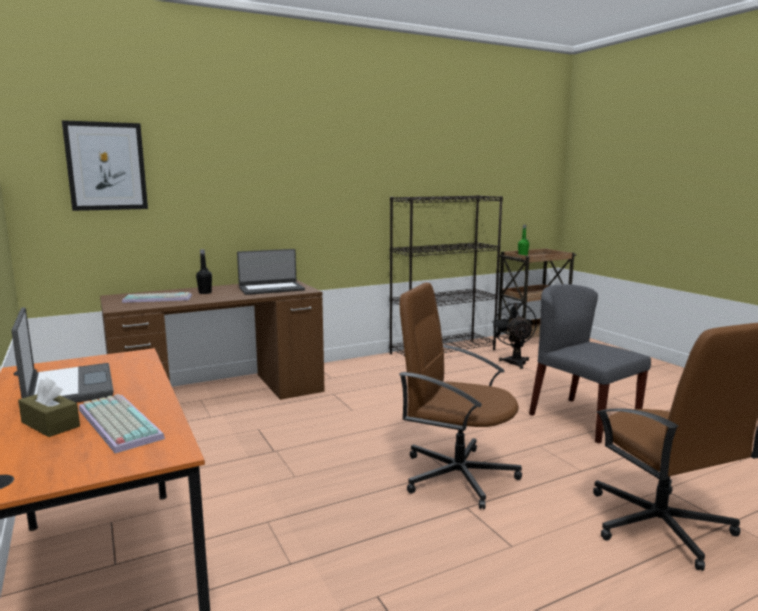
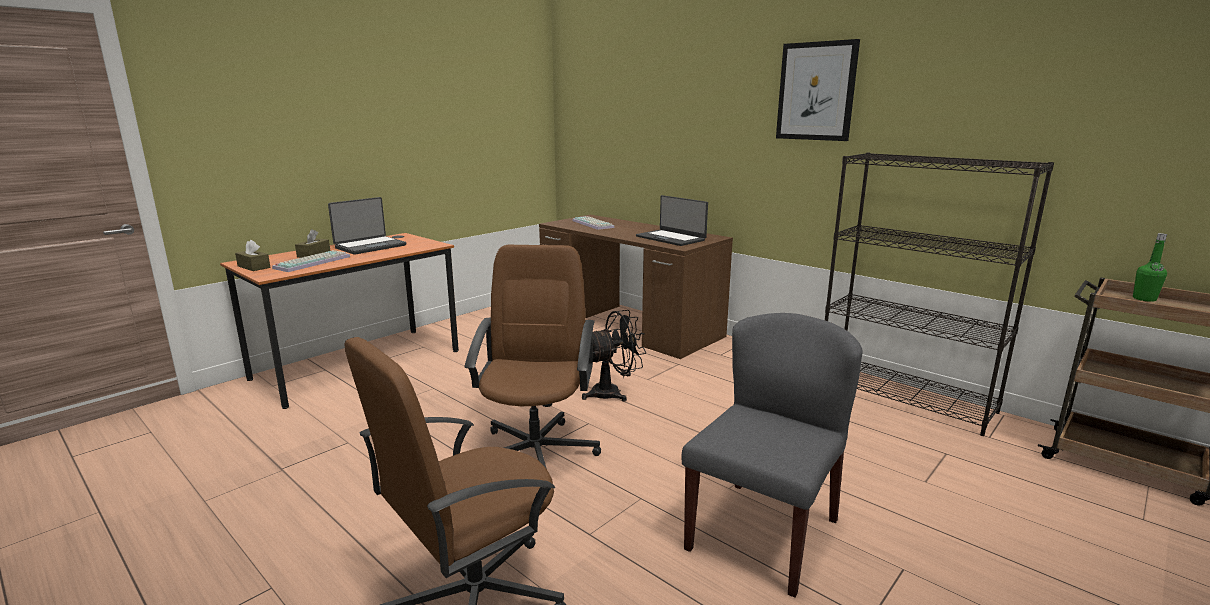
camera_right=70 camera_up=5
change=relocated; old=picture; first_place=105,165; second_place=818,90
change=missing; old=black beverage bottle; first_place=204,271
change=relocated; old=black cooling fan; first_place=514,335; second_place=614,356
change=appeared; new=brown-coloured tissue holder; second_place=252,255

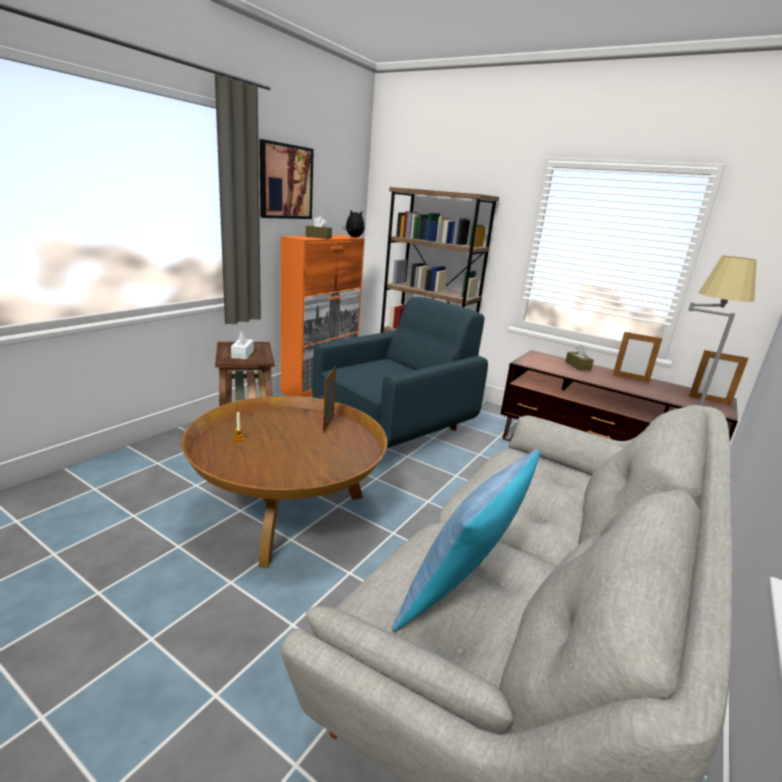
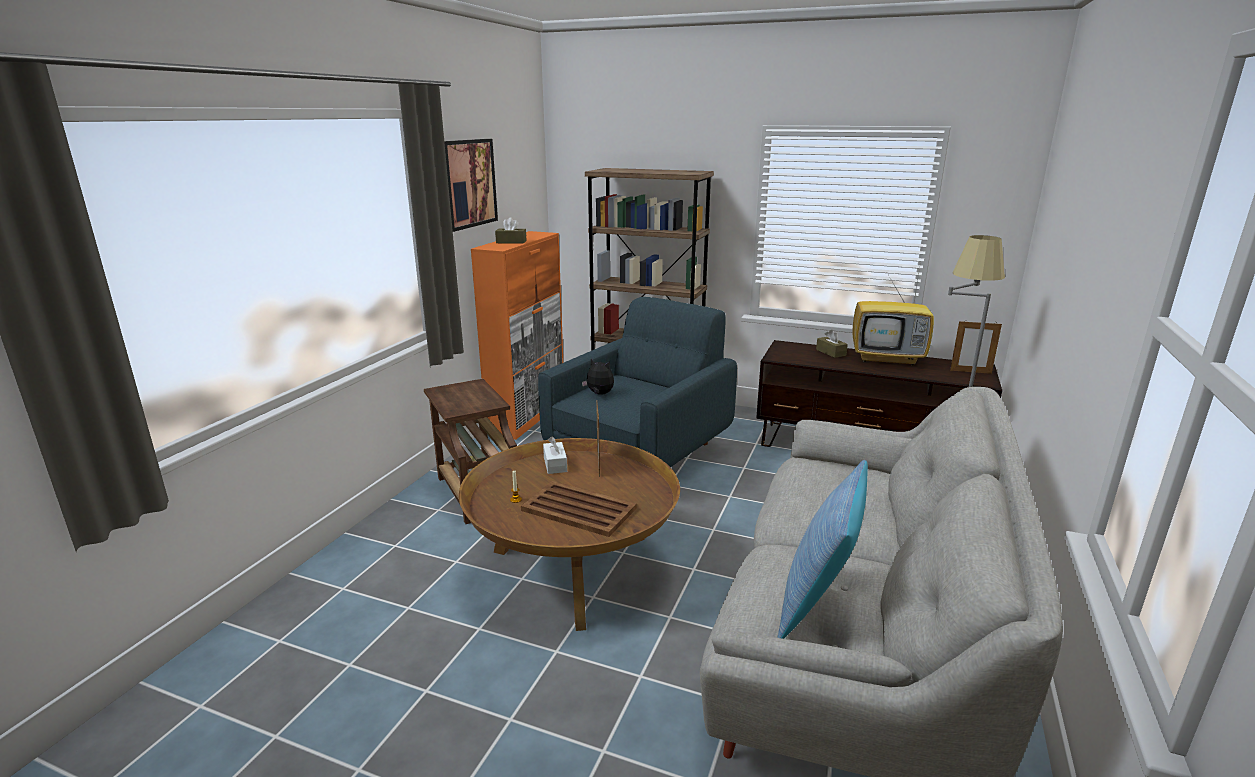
camera_right=-10 camera_up=0
change=relocated; old=soft toy; first_place=353,223; second_place=598,377
change=relocated; old=whitish tissue holder; first_place=242,345; second_place=555,455
change=exchanged; old=standing frame; new=television; first_place=637,357; second_place=893,317
change=appeared; new=brown-coloured serving tray; second_place=579,509

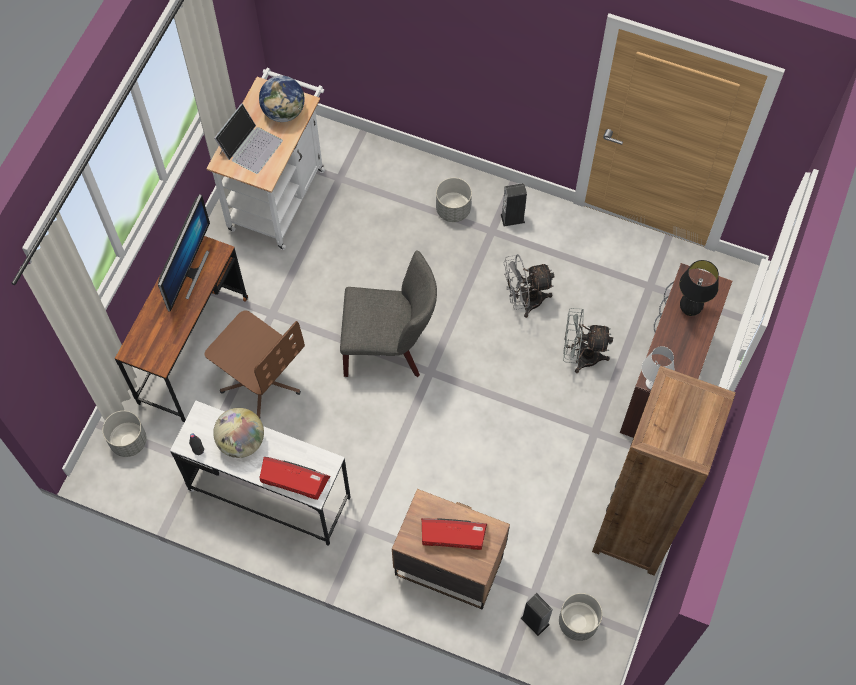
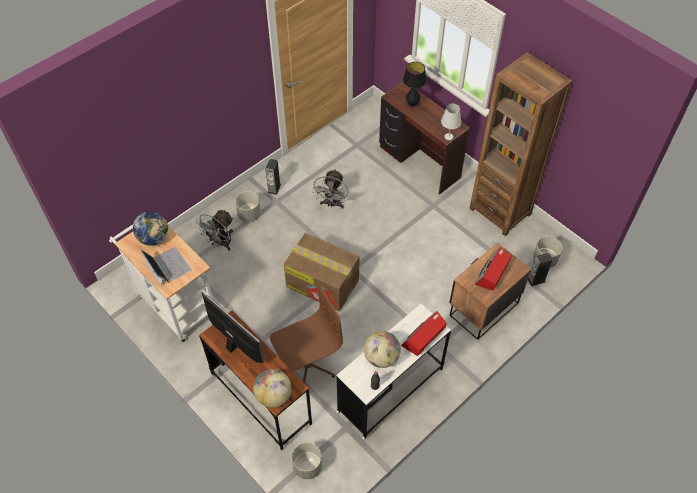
camera_right=-65 camera_up=-10
change=exchanged; old=gray plain chair; new=cardboard box; first_place=388,313; second_place=322,272
change=relocated; old=gray cooling fan; first_place=588,340; second_place=214,230
change=appeared; new=desk globe; second_place=272,388

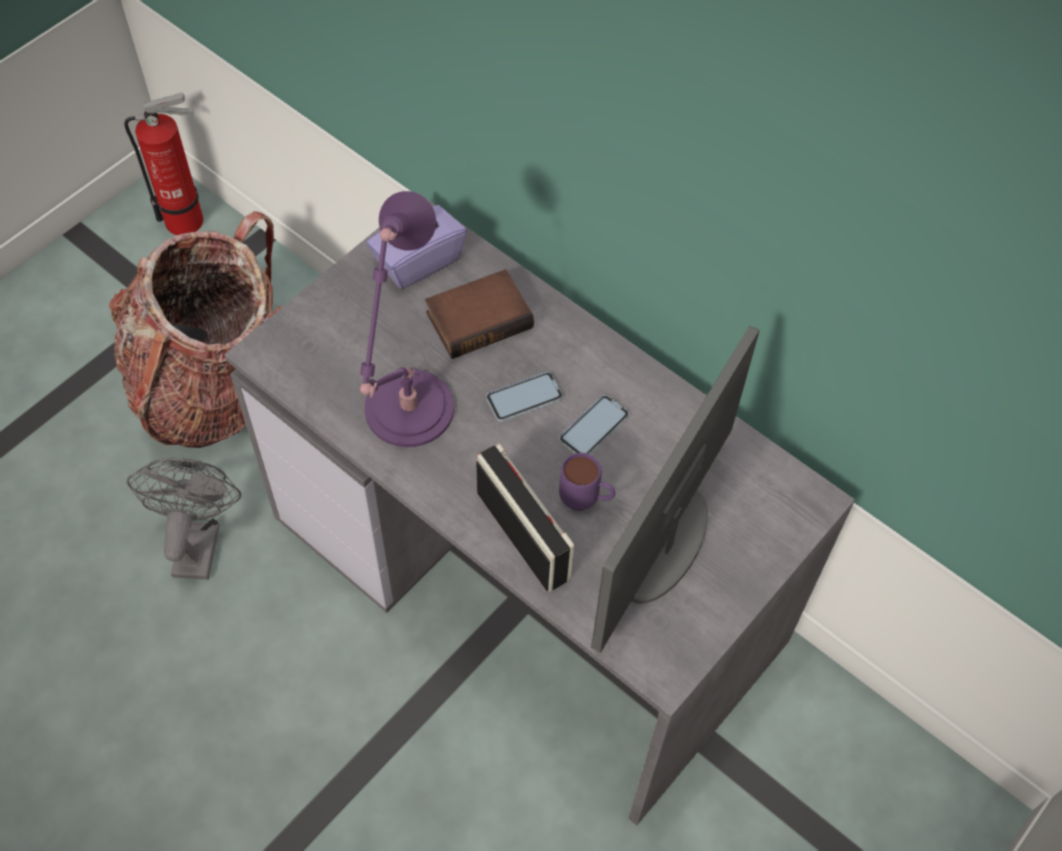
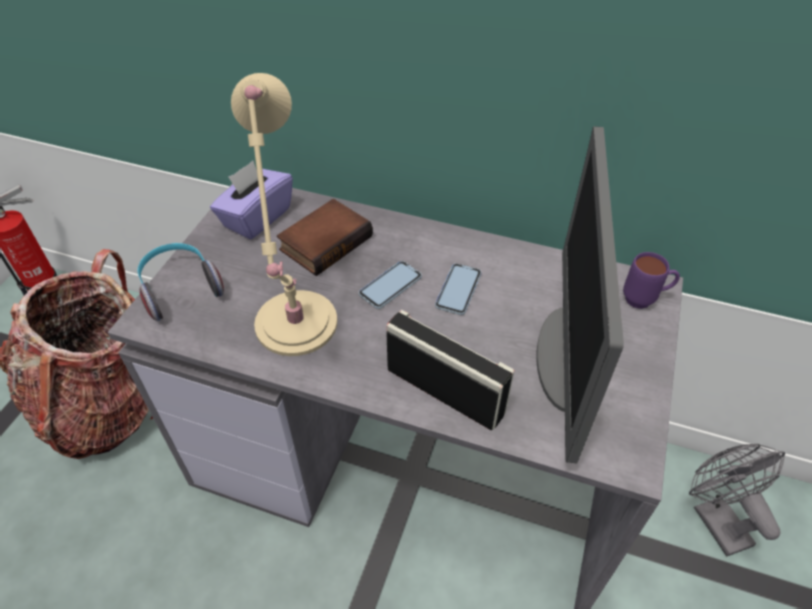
camera_right=-20 camera_up=-10
change=colour; old=purple tabletop lamp; new=sand-coloured tabletop lamp; first_place=407,319; second_place=284,214
change=relocated; old=purple mug; first_place=587,482; second_place=651,280
change=relocated; old=gray cooling fan; first_place=184,519; second_place=737,500
change=appeared; new=headphones; second_place=180,282

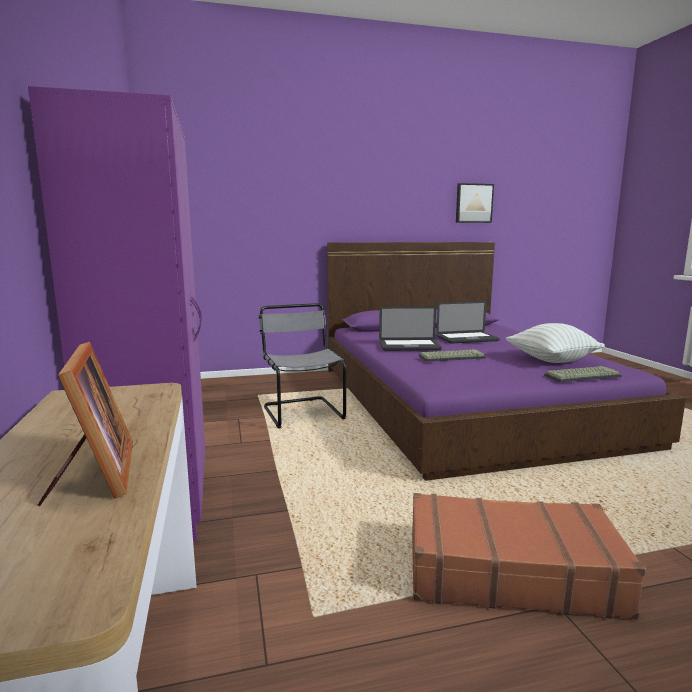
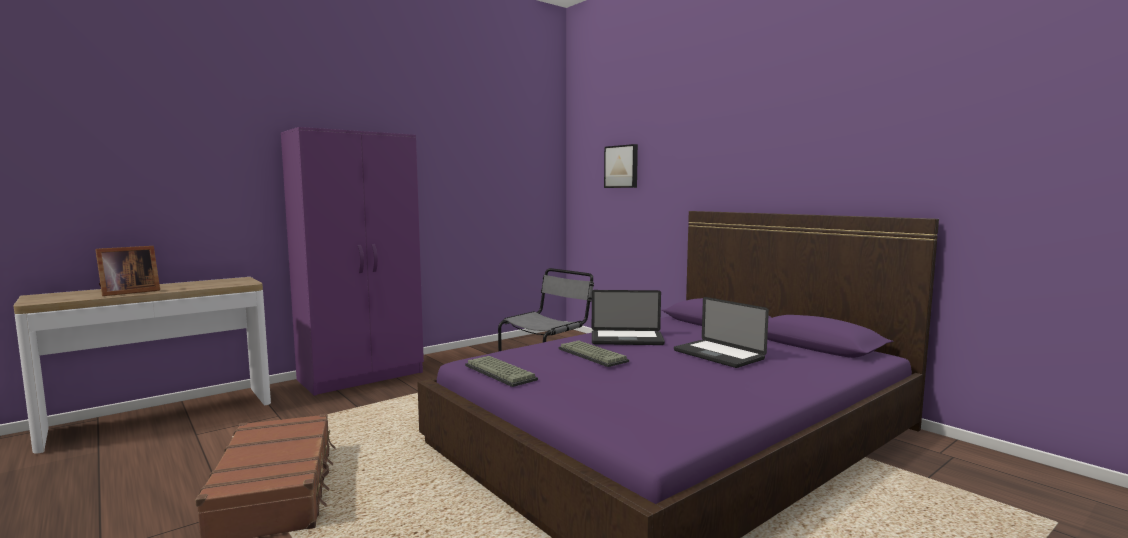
camera_right=65 camera_up=-5
change=relocated; old=picture; first_place=475,203; second_place=621,166
change=spun; old=laptop; first_place=410,329; second_place=628,317; degrees=-60
change=missing; old=pillow; first_place=555,343
change=relocated; old=PC keyboard; first_place=583,374; second_place=501,371

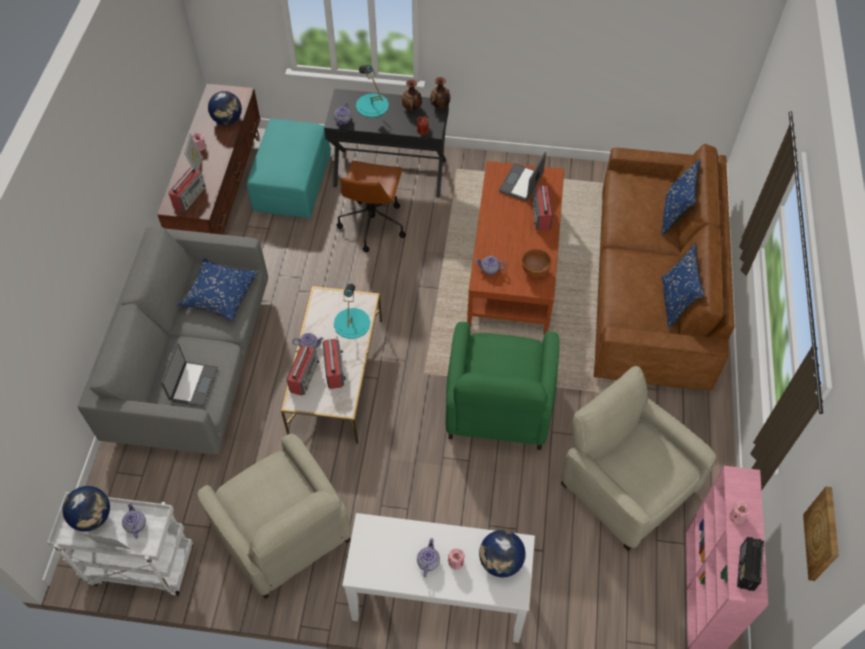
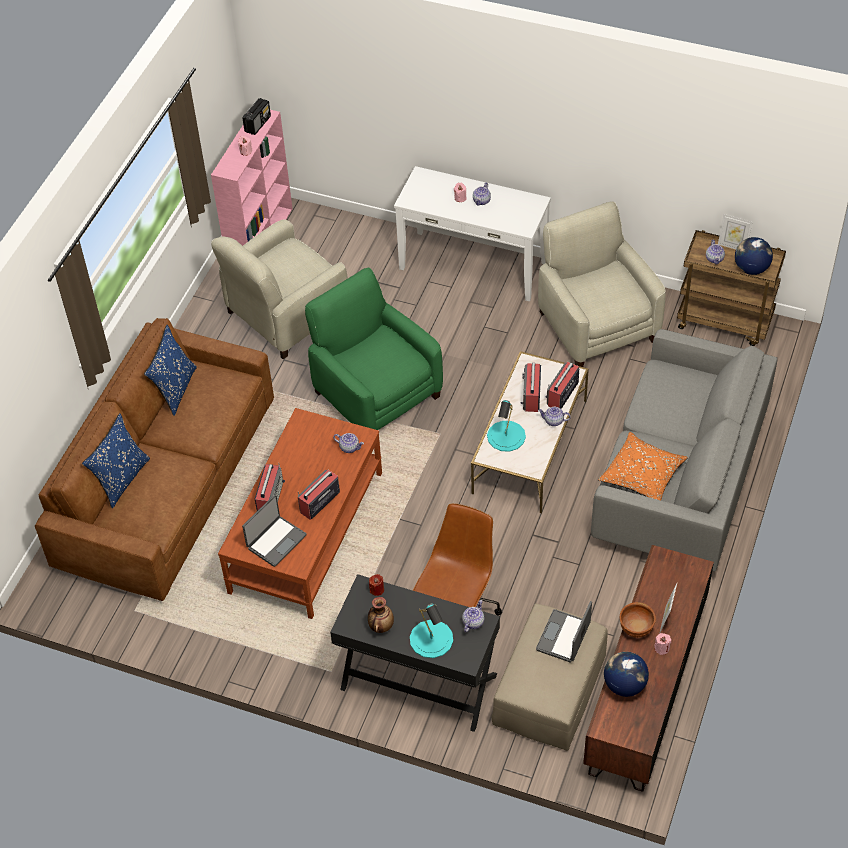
camera_right=-165 camera_up=-5
change=missing; old=vase; first_place=440,92
change=colour; old=blue-green pouffe; new=sand-coloured pouffe; first_place=289,168; second_place=549,677
change=relocated; old=radio receiver; first_place=187,189; second_place=319,495
change=relocated; old=brown-coloured bowl; first_place=537,263; second_place=638,620
change=colour; old=bluish pillow; new=orange pillow; first_place=218,290; second_place=643,466
change=spun; old=greenish armchair; first_place=503,386; second_place=374,348; degrees=-60
change=relocated; old=laptop; first_place=189,375; second_place=564,631
change=spun; old=sand-coloured armchair; first_place=638,458; second_place=279,289; degrees=75
change=missing; old=picture; first_place=821,534
change=colour; old=whitish cart; new=brown-coloured cart; first_place=120,544; second_place=731,288
change=missing; old=desk globe; first_place=502,553

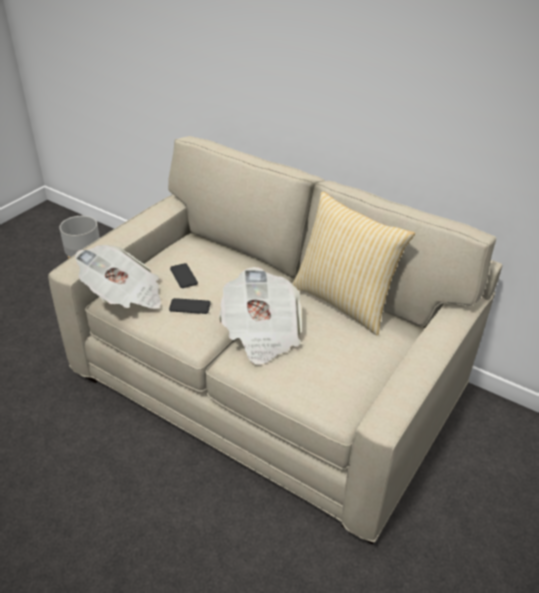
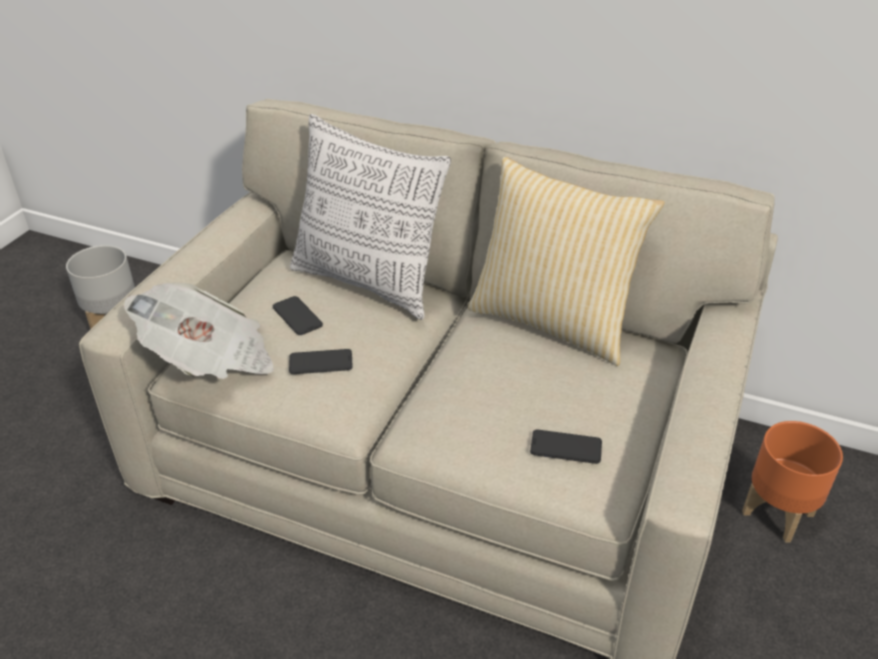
camera_right=-10 camera_up=0
change=missing; old=printed paper; first_place=260,316
change=appeared; new=pillow; second_place=370,217
change=appeared; new=orange planter; second_place=792,482
change=appeared; new=phone; second_place=566,446

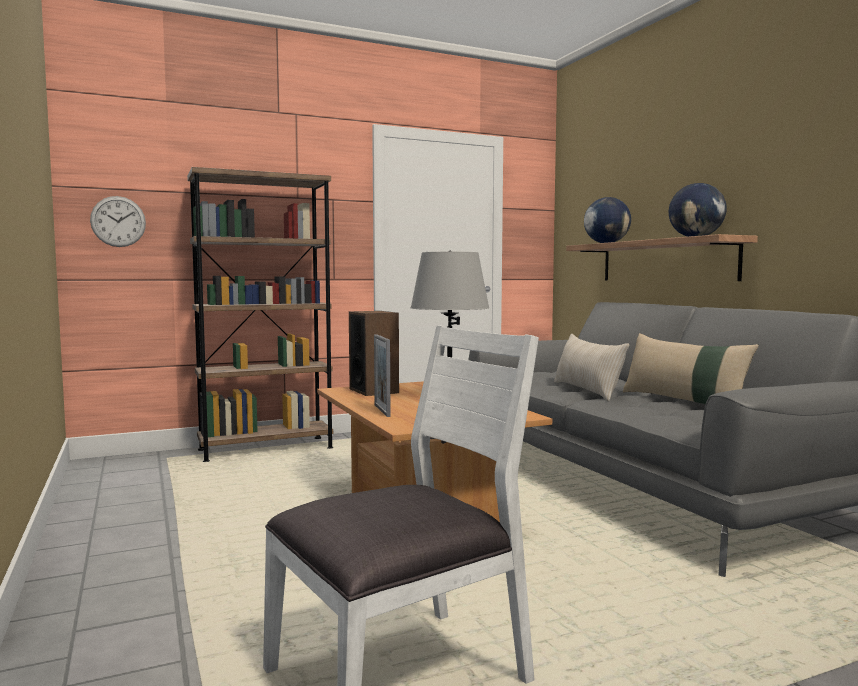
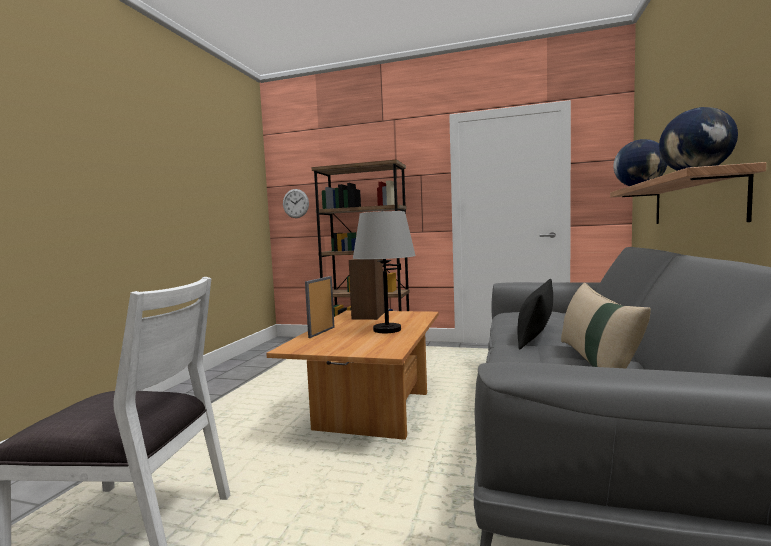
camera_right=40 camera_up=0
change=colour; old=sand-coloured pillow; new=black pillow; first_place=591,367; second_place=535,314

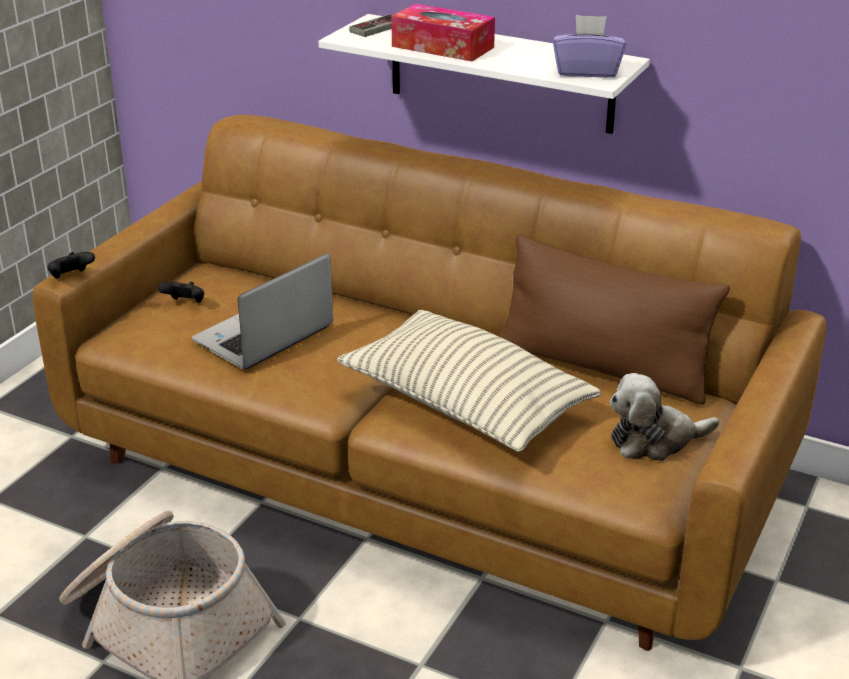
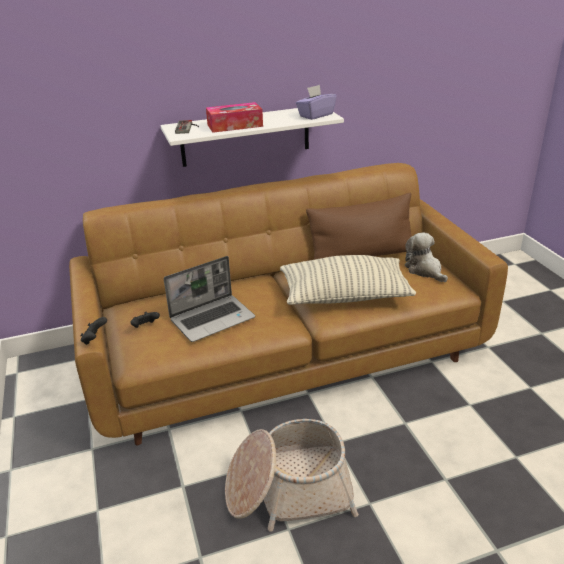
camera_right=-45 camera_up=0
change=spun; old=laptop; first_place=262,311; second_place=209,299; degrees=-120
change=spun; old=soft toy; first_place=665,417; second_place=426,257; degrees=120

